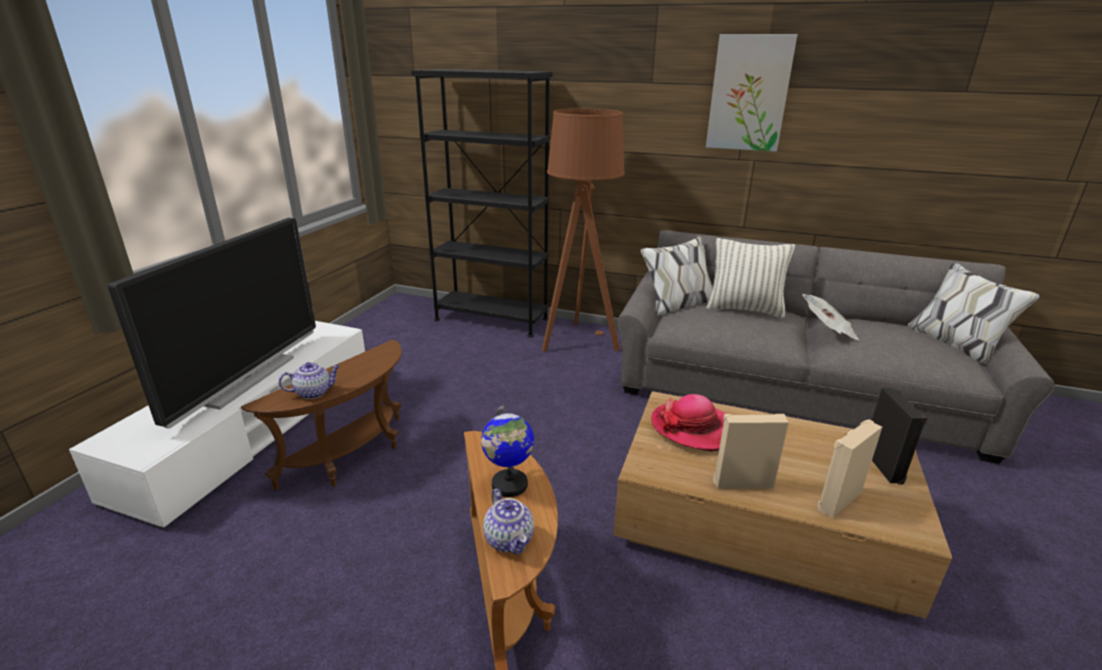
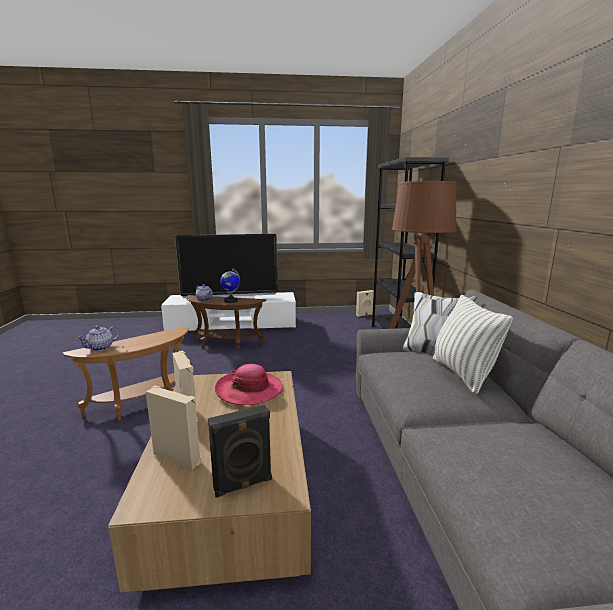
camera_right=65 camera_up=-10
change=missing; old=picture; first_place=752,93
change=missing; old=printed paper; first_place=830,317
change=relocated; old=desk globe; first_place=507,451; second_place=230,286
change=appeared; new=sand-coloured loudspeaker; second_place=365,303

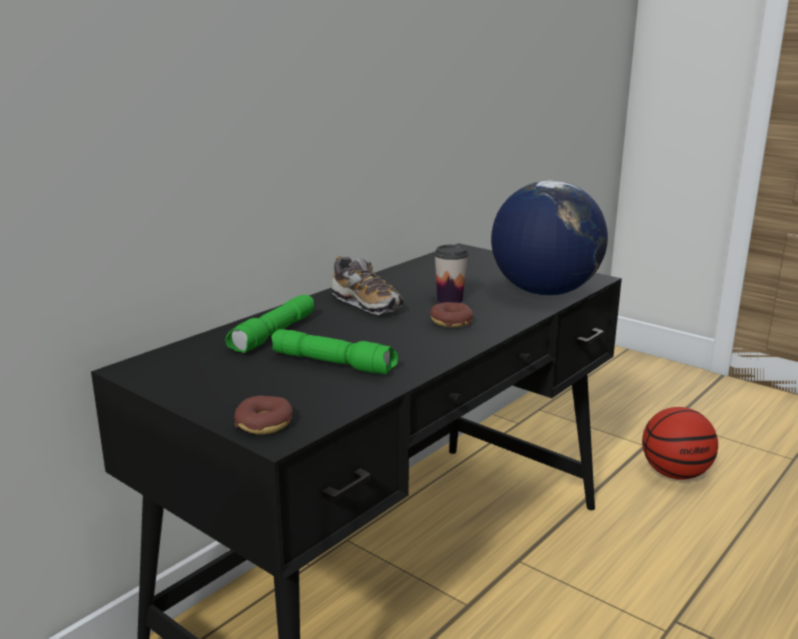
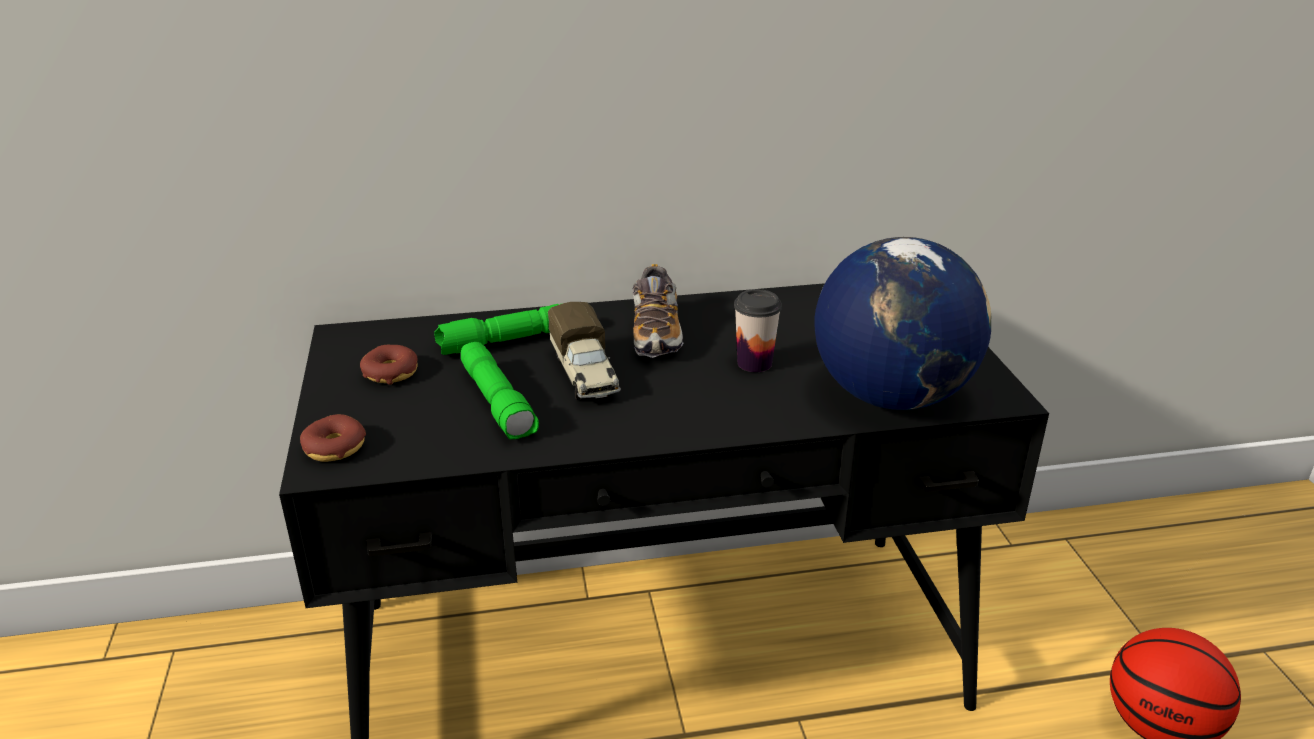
camera_right=40 camera_up=10
change=relocated; old=ring doughnut; first_place=451,314; second_place=389,365
change=appeared; new=toy lorry; second_place=584,351

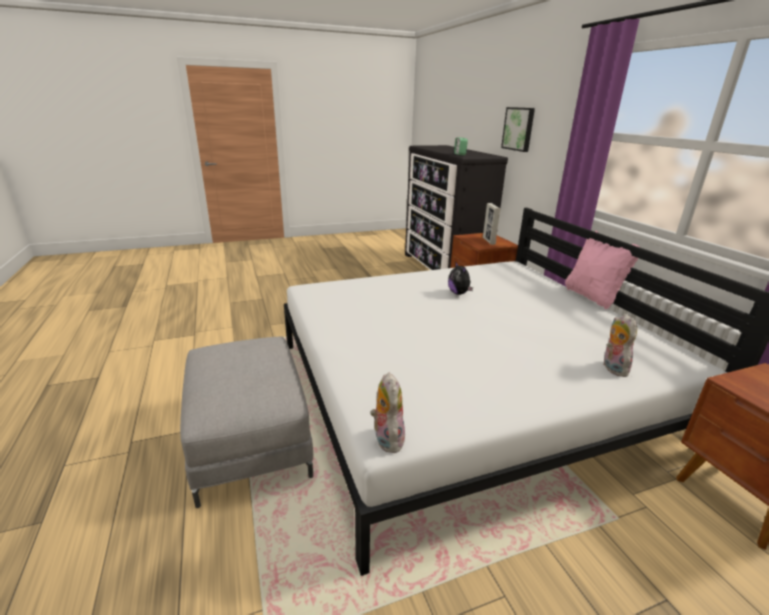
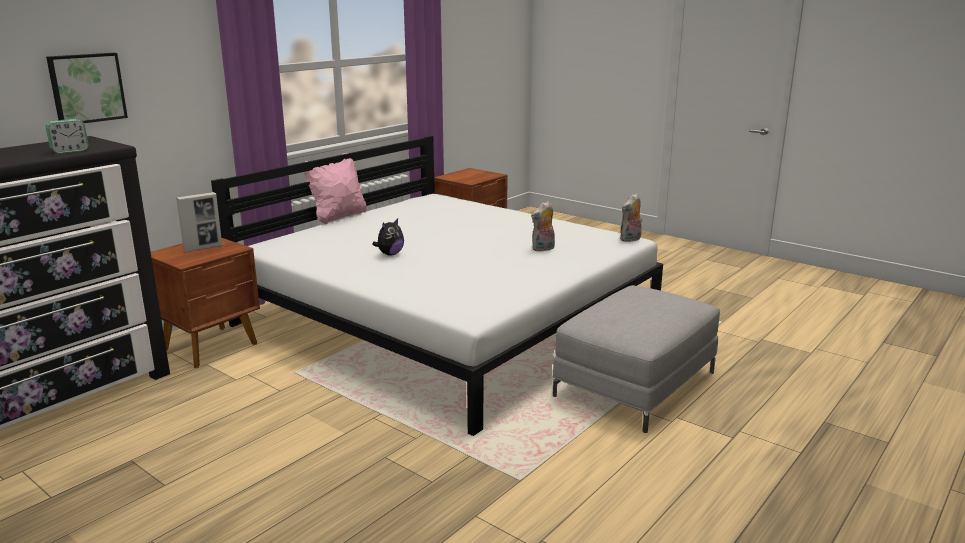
camera_right=-120 camera_up=-5
change=relocated; old=soft toy; first_place=620,345; second_place=543,226

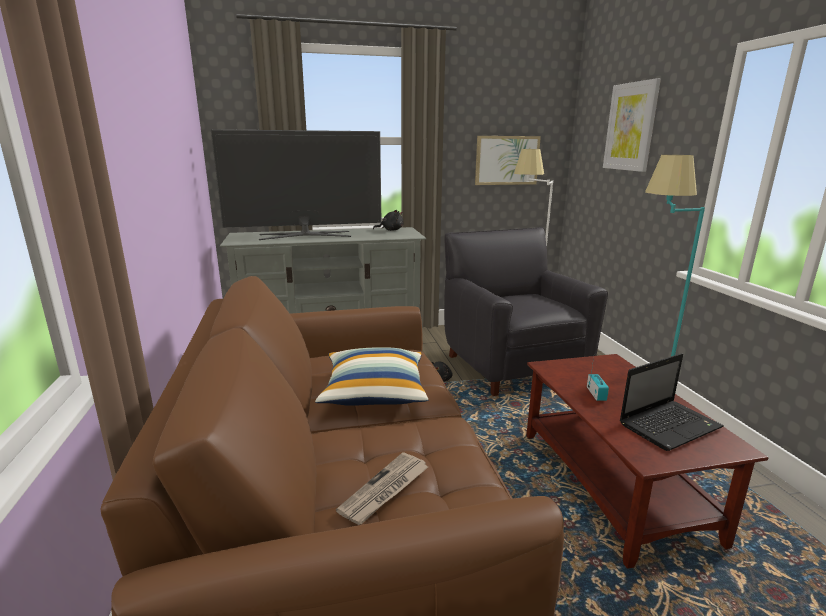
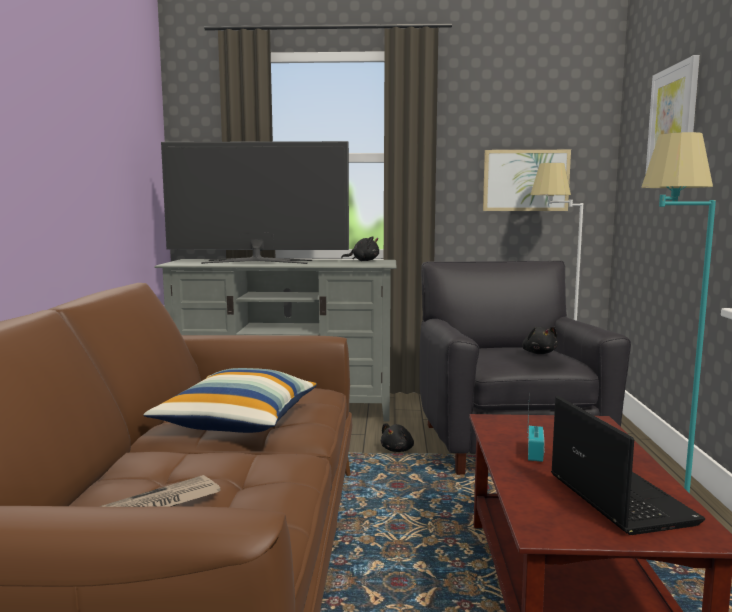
camera_right=15 camera_up=-10
change=spun; old=laptop; first_place=671,402; second_place=628,465; degrees=-90
change=appeared; new=black soft toy; second_place=540,340

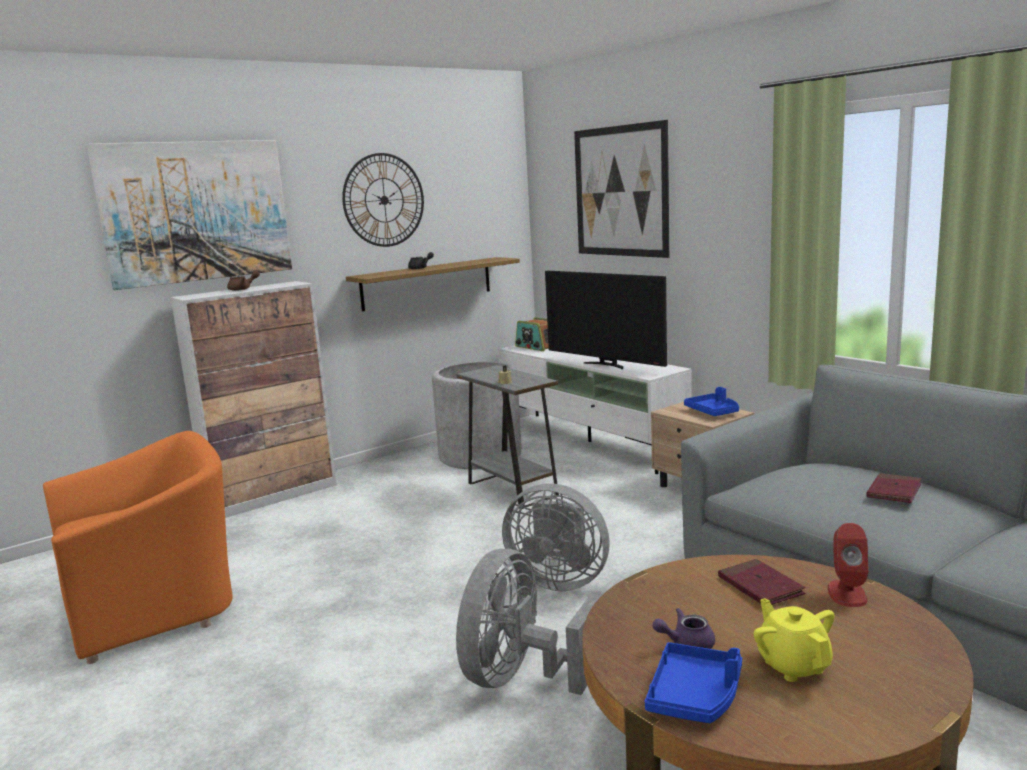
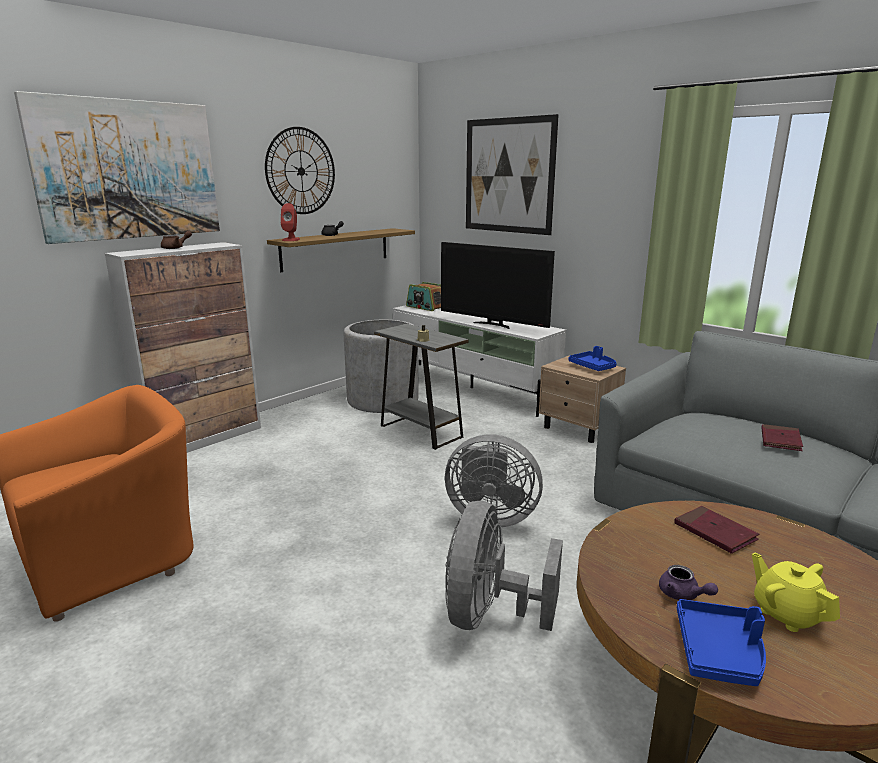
camera_right=-10 camera_up=5
change=relocated; old=red loudspeaker; first_place=848,565; second_place=290,222
change=spun; old=purple teapot; first_place=683,628; second_place=688,582; degrees=-105

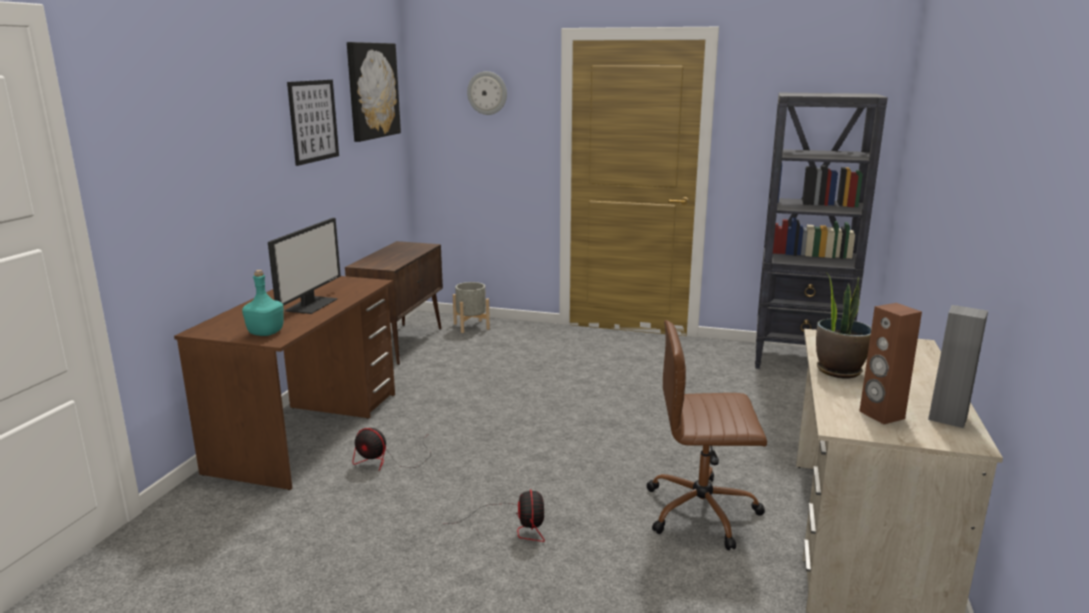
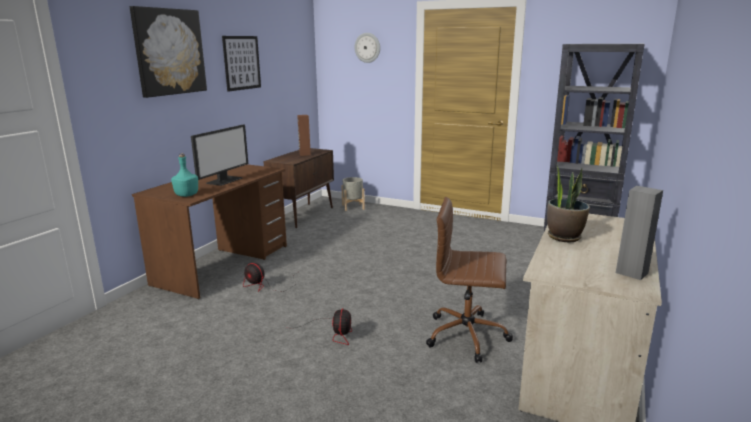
camera_right=10 camera_up=0
change=relocated; old=picture; first_place=374,92; second_place=168,52
change=relocated; old=brown-coloured loudspeaker; first_place=890,363; second_place=304,135

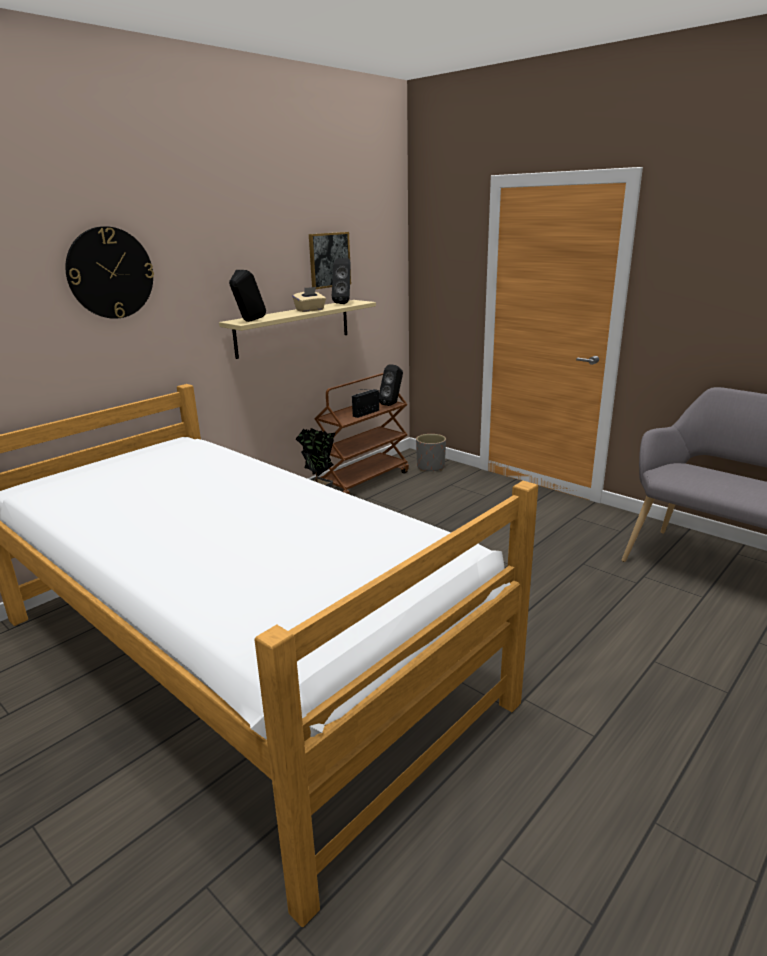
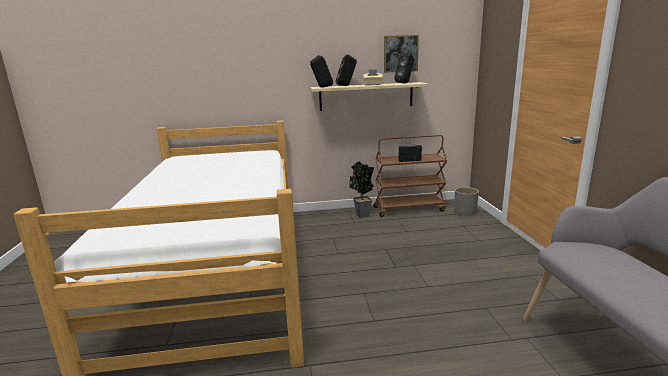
camera_right=40 camera_up=-5
change=missing; old=hanging clock; first_place=109,272
change=relocated; old=black loudspeaker; first_place=391,385; second_place=346,70

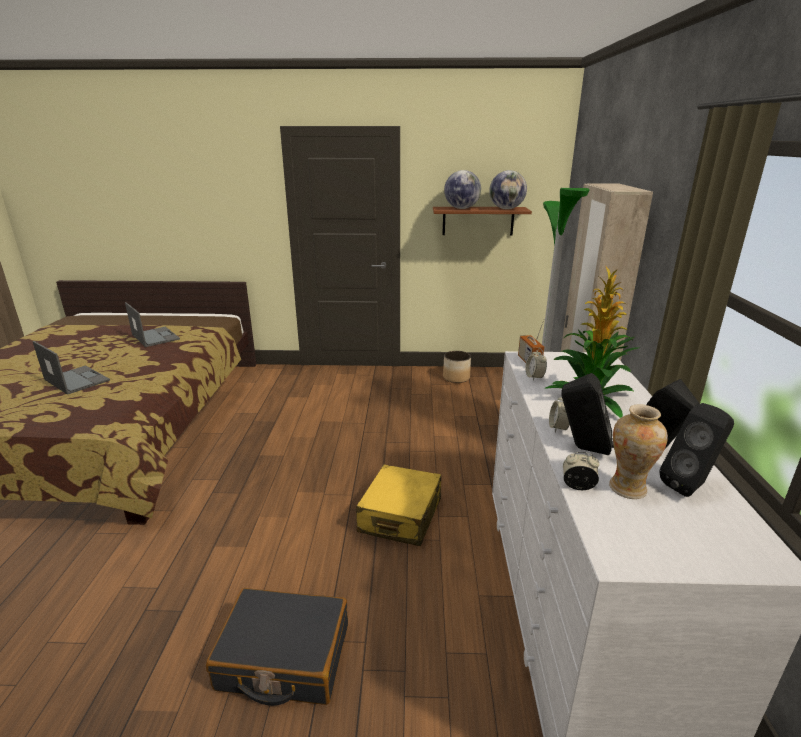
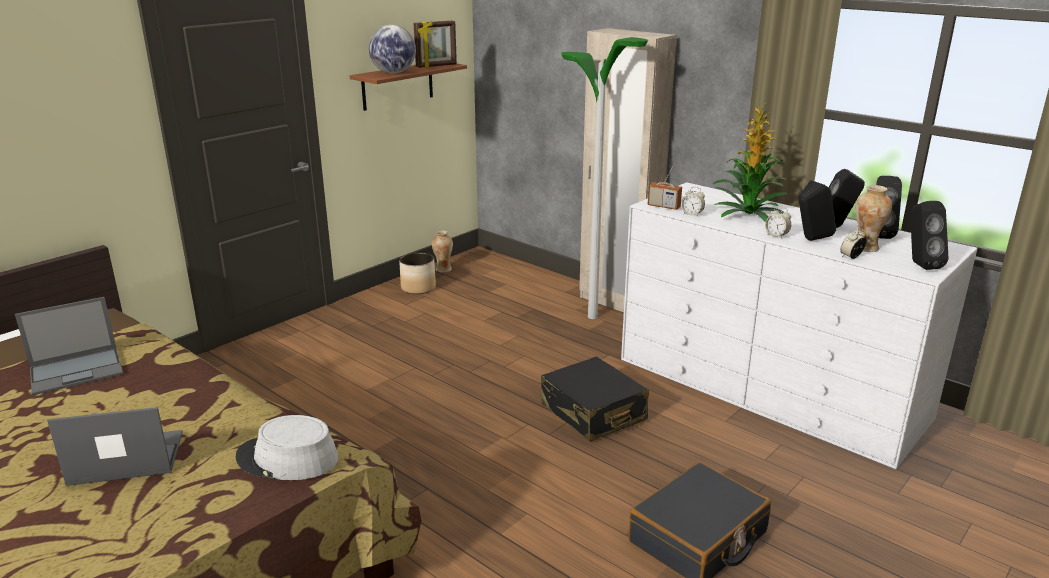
camera_right=-50 camera_up=0
change=exchanged; old=desk globe; new=standing frame; first_place=508,189; second_place=435,44
change=spun; old=laptop; first_place=152,324; second_place=69,346; degrees=150
change=colour; old=yellowish piece of luggage; new=black piece of luggage; first_place=398,505; second_place=595,398
change=appeared; new=black loudspeaker; second_place=929,235
change=appeared; new=vase; second_place=442,251
change=appeared; new=gray hat; second_place=287,447

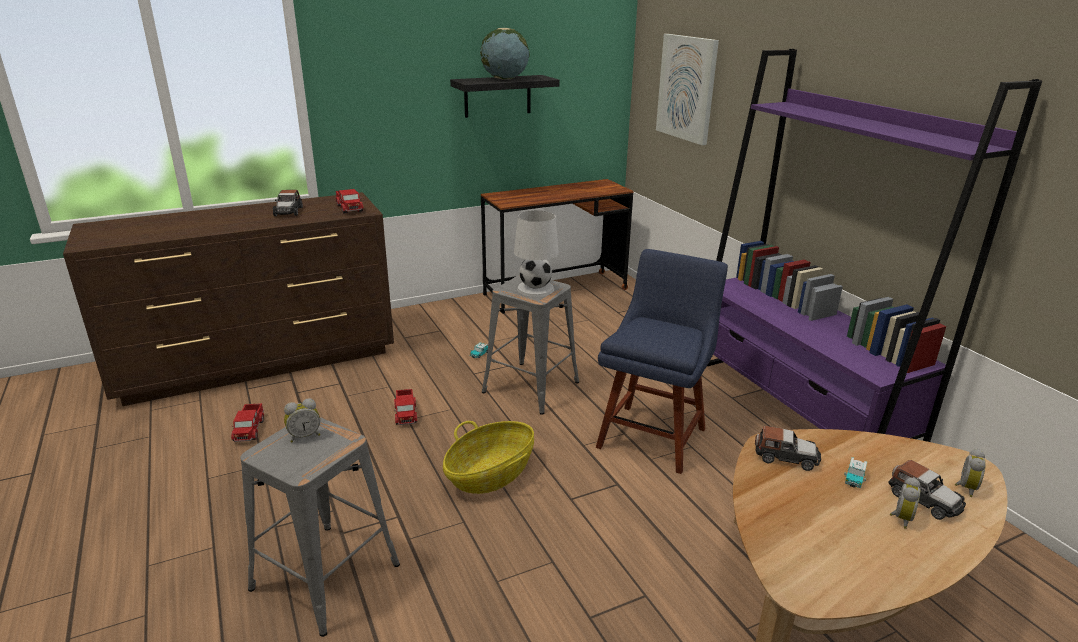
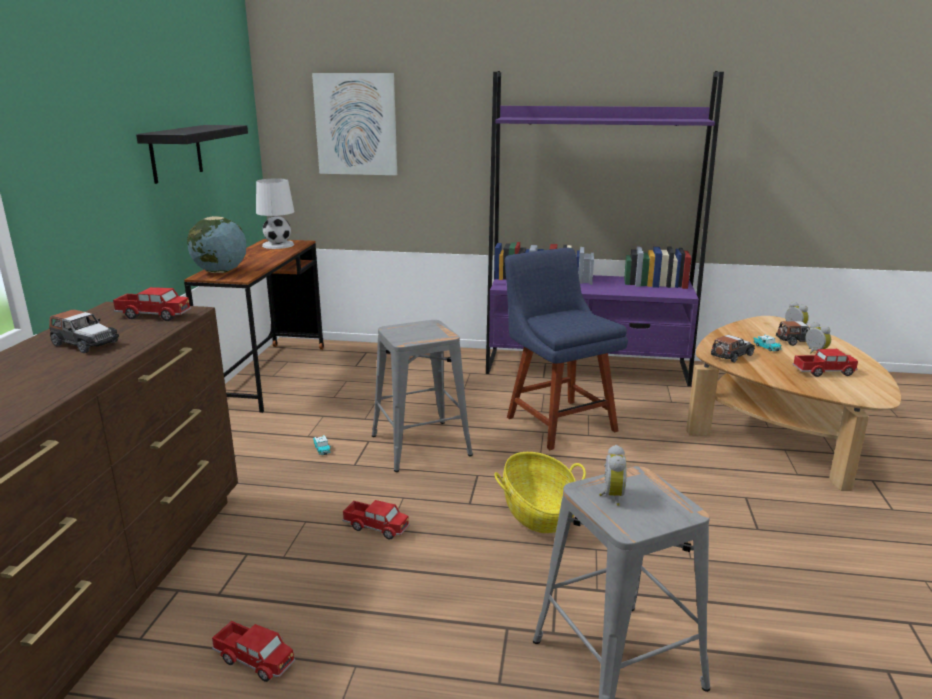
camera_right=-55 camera_up=-5
change=relocated; old=desk globe; first_place=505,54; second_place=216,244
change=relocated; old=whitish tabletop lamp; first_place=536,253; second_place=275,213
change=appeared; new=toy lorry; second_place=825,363

